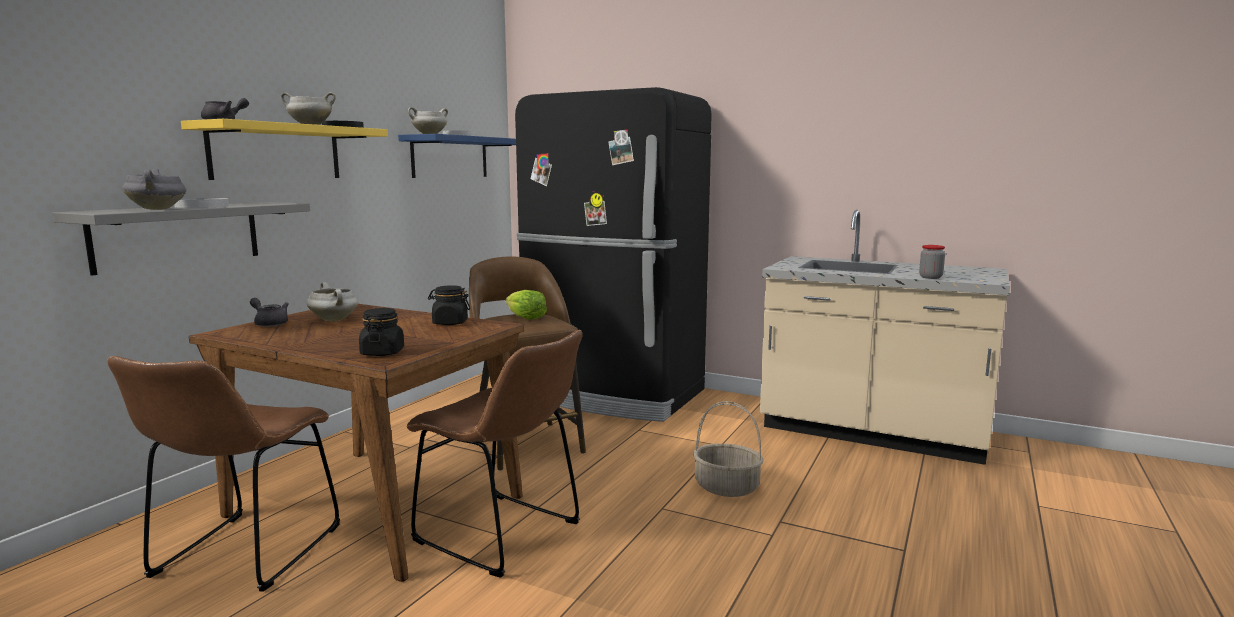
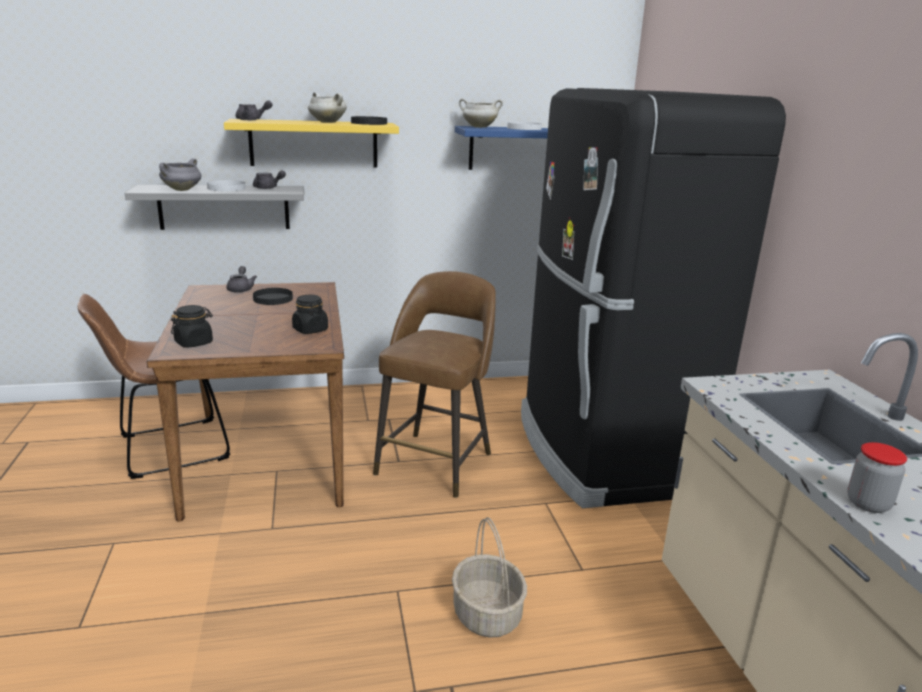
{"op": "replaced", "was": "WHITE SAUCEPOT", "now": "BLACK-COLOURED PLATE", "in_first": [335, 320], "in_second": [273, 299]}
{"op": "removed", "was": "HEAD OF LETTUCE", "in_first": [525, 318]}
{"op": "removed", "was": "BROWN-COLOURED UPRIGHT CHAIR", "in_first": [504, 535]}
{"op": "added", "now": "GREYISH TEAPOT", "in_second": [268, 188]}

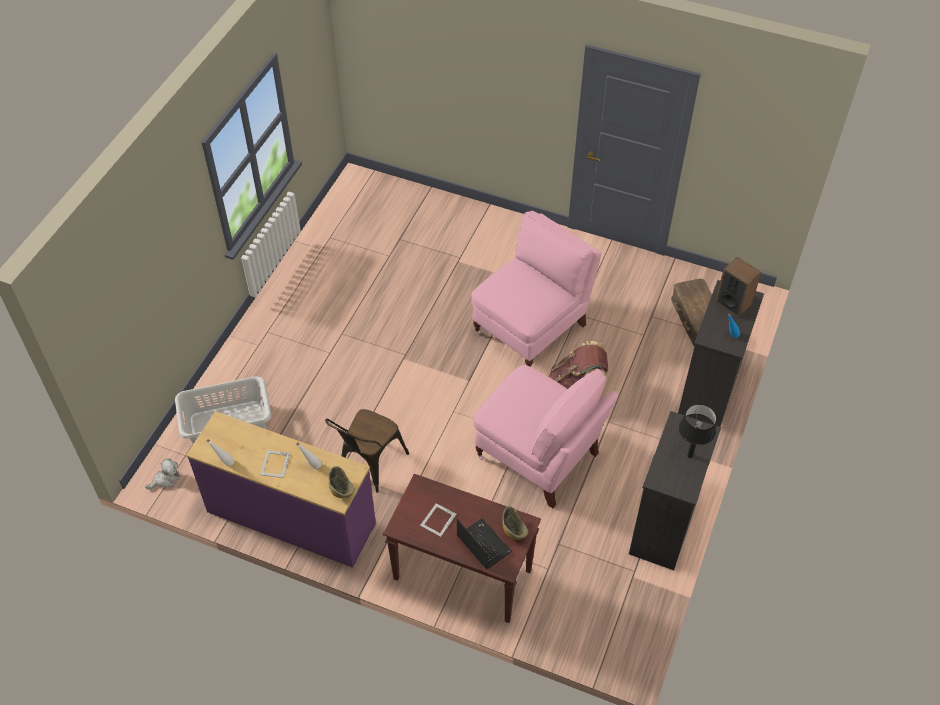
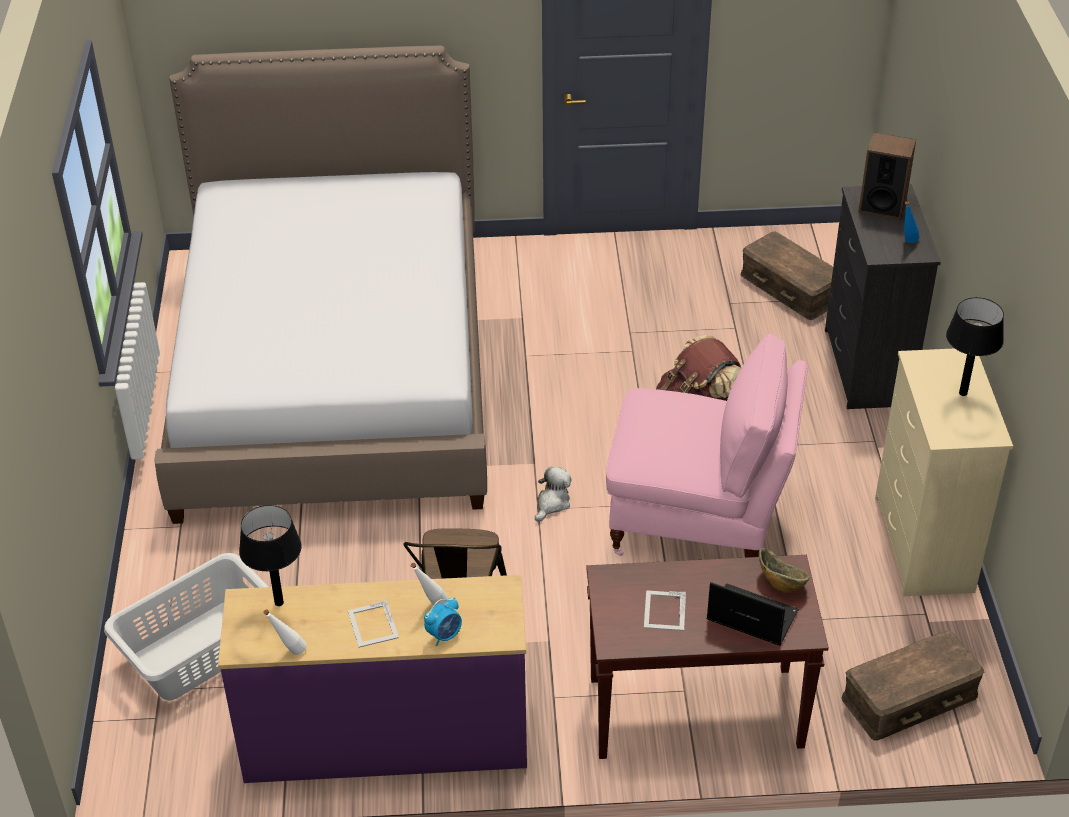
{"op": "removed", "was": "PINK-COLOURED UPRIGHT CHAIR", "in_first": [531, 328]}
{"op": "recoloured", "was": "BLACK-COLOURED DRAWER CHEST", "now": "BEIGE DRAWER CHEST", "in_first": [662, 526], "in_second": [923, 545]}
{"op": "moved", "was": "CUDDLY TOY", "in_first": [165, 479], "in_second": [552, 503]}
{"op": "removed", "was": "BOWL", "in_first": [341, 490]}
{"op": "added", "now": "SLEEPING BED", "in_second": [334, 372]}
{"op": "added", "now": "BLACK-COLOURED TABLE LAMP", "in_second": [279, 602]}
{"op": "added", "now": "ALARM CLOCK", "in_second": [444, 635]}
{"op": "added", "now": "BROWN-COLOURED STORAGE BIN", "in_second": [910, 698]}

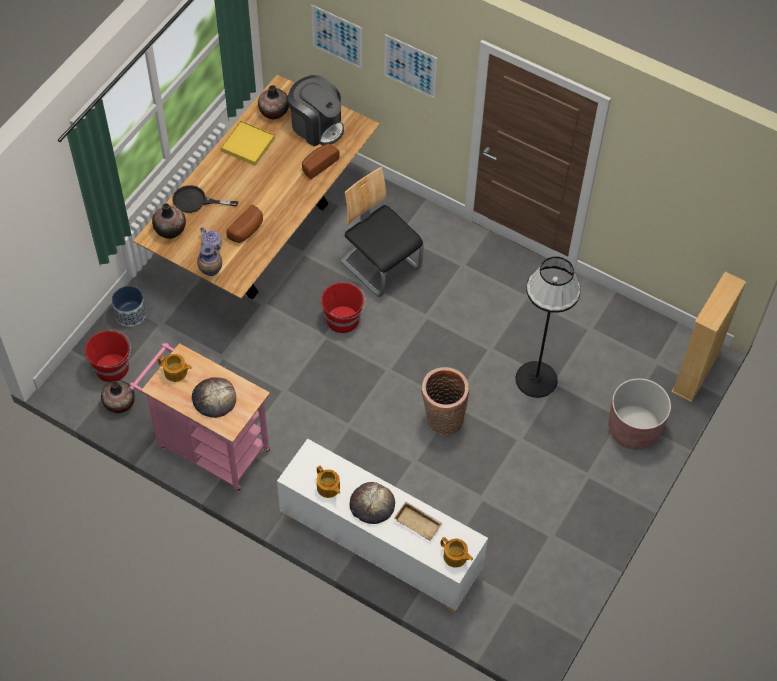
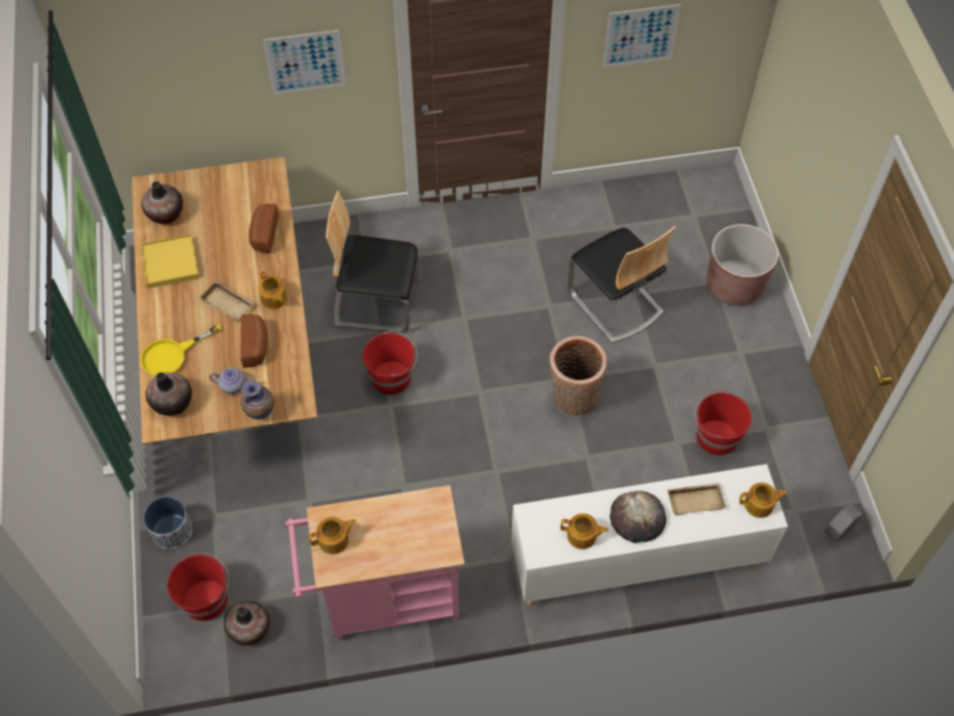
{"op": "moved", "was": "WALL ART", "in_first": [337, 36], "in_second": [640, 36]}
{"op": "removed", "was": "COFFEE MACHINE", "in_first": [317, 126]}
{"op": "recoloured", "was": "BLACK-COLOURED FRYING PAN", "now": "YELLOW FRYING PAN", "in_first": [196, 201], "in_second": [171, 355]}
{"op": "replaced", "was": "BLACK-COLOURED STANDARD LAMP", "now": "UPRIGHT CHAIR", "in_first": [536, 379], "in_second": [615, 303]}
{"op": "removed", "was": "BEIGE BOOKCASE", "in_first": [695, 373]}
{"op": "removed", "was": "BAKERY BREAD", "in_first": [214, 398]}
{"op": "added", "now": "TEAPOT", "in_second": [273, 299]}
{"op": "added", "now": "BEIGE SERVING TRAY", "in_second": [229, 303]}
{"op": "added", "now": "REDDISH BUCKET", "in_second": [715, 437]}
{"op": "added", "now": "GREYISH PLANTER", "in_second": [838, 531]}

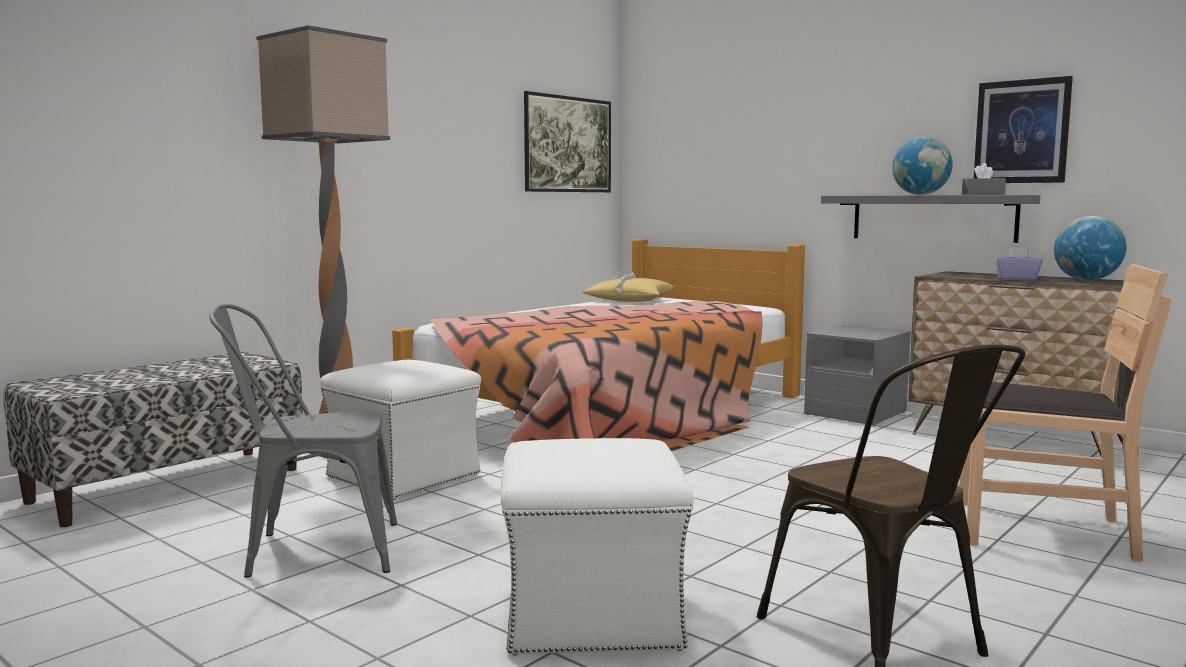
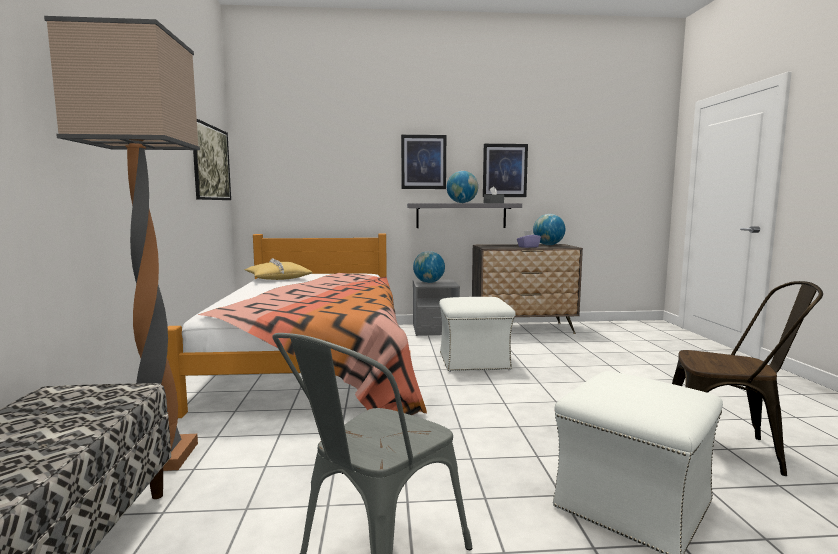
{"op": "removed", "was": "BROWN-COLOURED UPRIGHT CHAIR", "in_first": [1041, 530]}
{"op": "moved", "was": "WHITE POUFFE", "in_first": [405, 476], "in_second": [475, 361]}
{"op": "added", "now": "WALL ART", "in_second": [423, 162]}
{"op": "added", "now": "GLOBE", "in_second": [428, 282]}

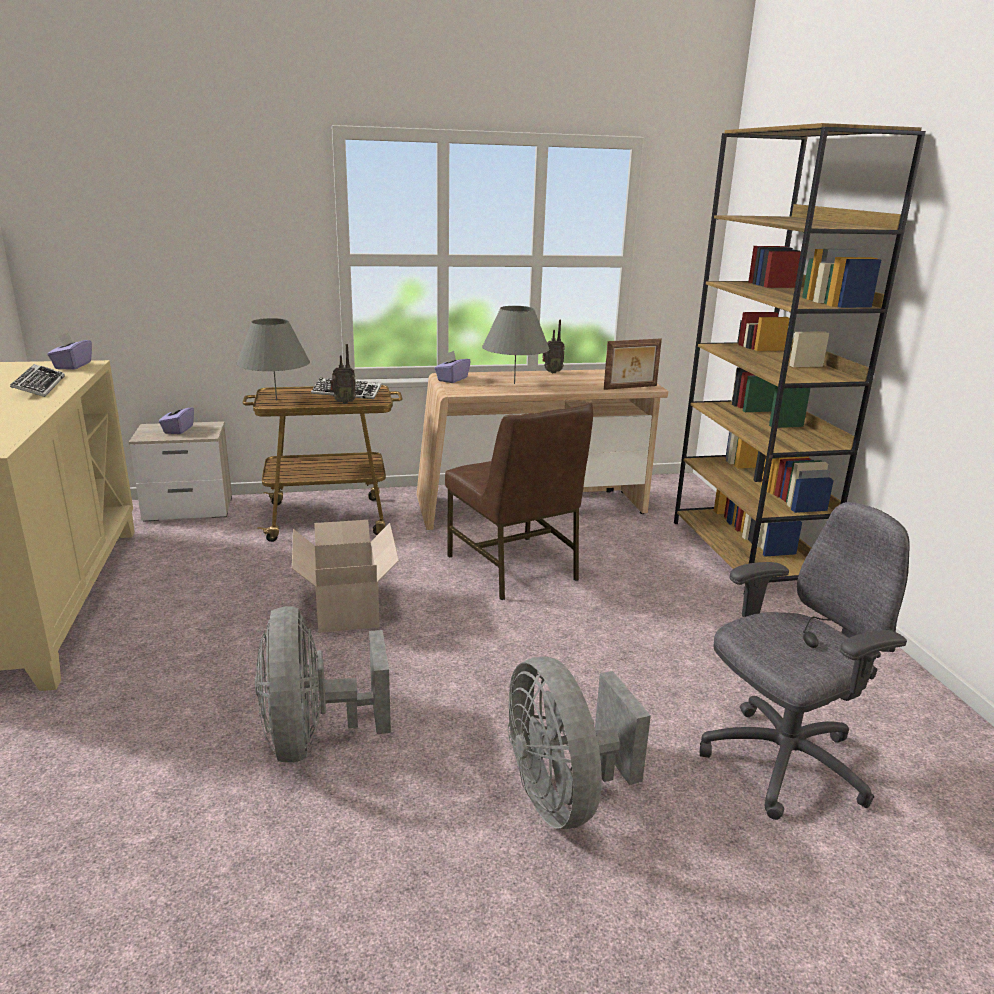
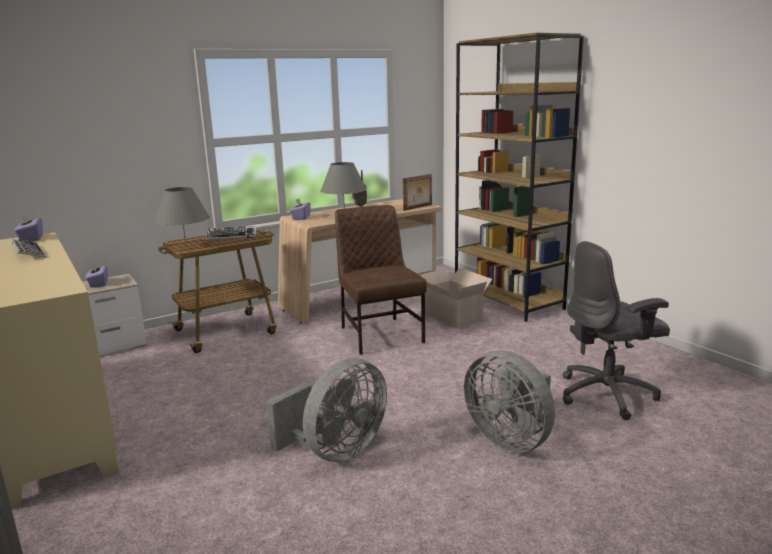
{"op": "removed", "was": "RADIO RECEIVER", "in_first": [343, 402]}
{"op": "turned", "was": "BROWN-COLOURED UPRIGHT CHAIR", "in_first": [514, 568], "in_second": [380, 334], "clockwise": -150}
{"op": "turned", "was": "GREYISH COMPUTER CHAIR", "in_first": [781, 764], "in_second": [607, 394], "clockwise": -150}
{"op": "moved", "was": "CARDBOARD BOX", "in_first": [347, 605], "in_second": [452, 316]}
{"op": "turned", "was": "GREYISH COOLING FAN", "in_first": [314, 738], "in_second": [337, 451], "clockwise": -105}

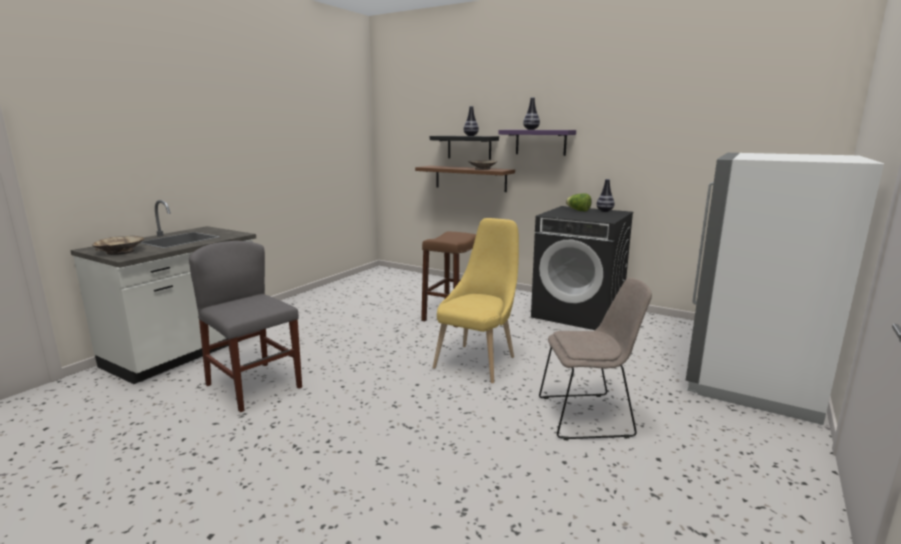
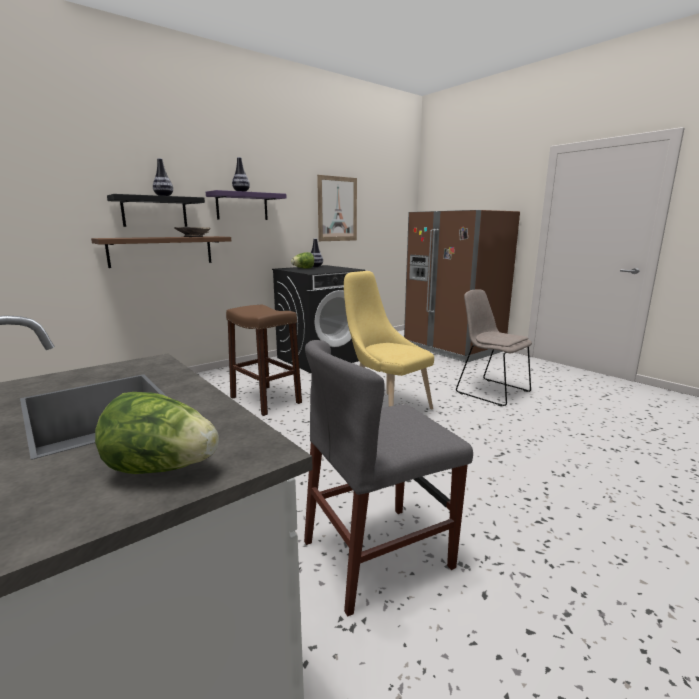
{"op": "recoloured", "was": "WHITE KITCHEN FRIDGE", "now": "BROWN-COLOURED KITCHEN FRIDGE", "in_first": [751, 379], "in_second": [453, 348]}
{"op": "replaced", "was": "BEIGE BOWL", "now": "HEAD OF LETTUCE", "in_first": [120, 251], "in_second": [162, 468]}
{"op": "turned", "was": "BEIGE UPRIGHT CHAIR", "in_first": [588, 416], "in_second": [490, 391], "clockwise": -60}
{"op": "added", "now": "WALL ART", "in_second": [337, 209]}

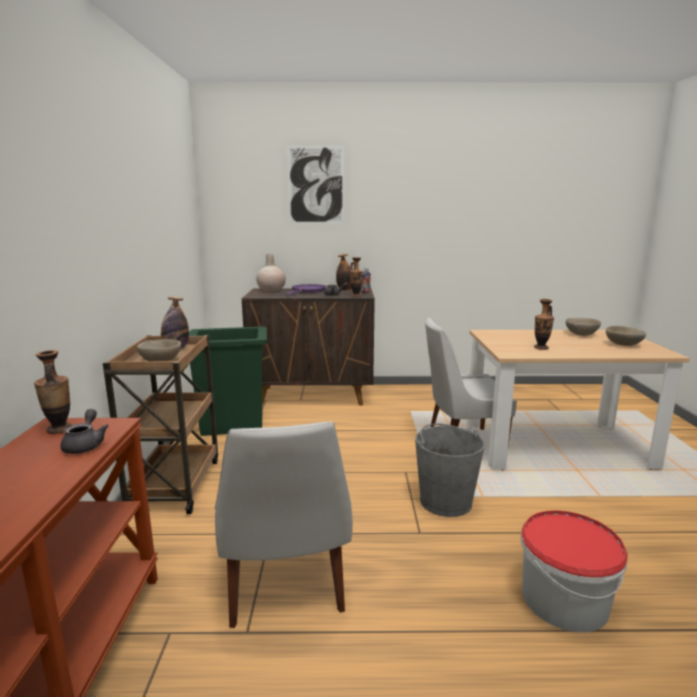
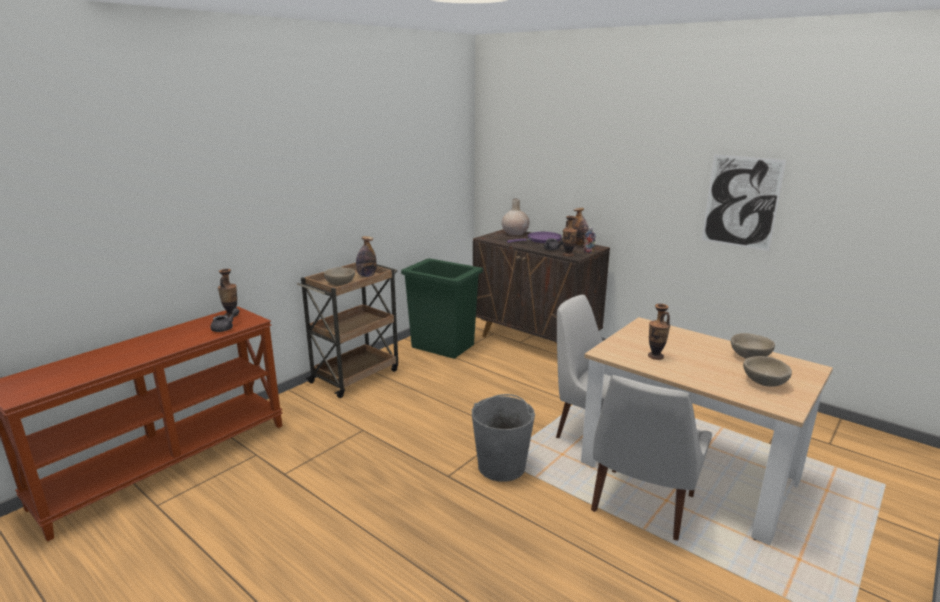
{"op": "moved", "was": "WALL ART", "in_first": [316, 185], "in_second": [741, 202]}
{"op": "moved", "was": "WHITE UPRIGHT CHAIR", "in_first": [285, 588], "in_second": [641, 505]}
{"op": "removed", "was": "BUCKET", "in_first": [563, 599]}

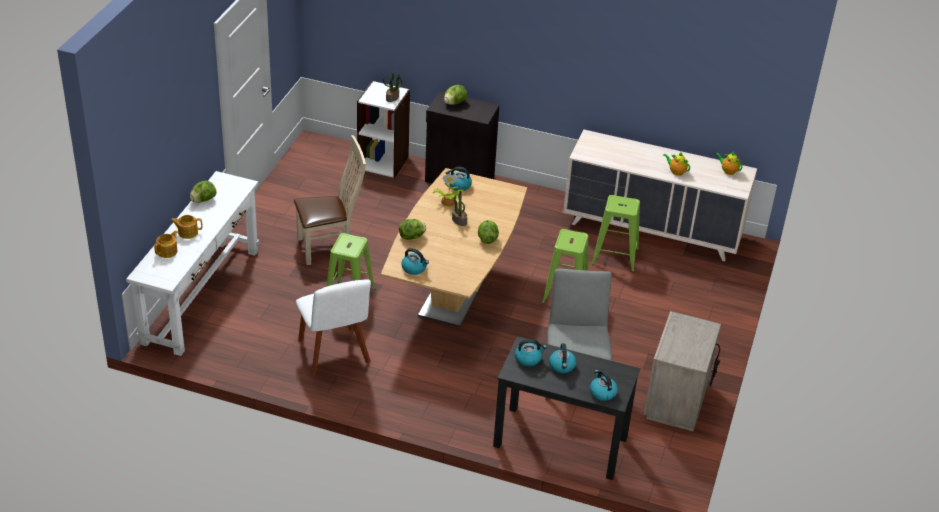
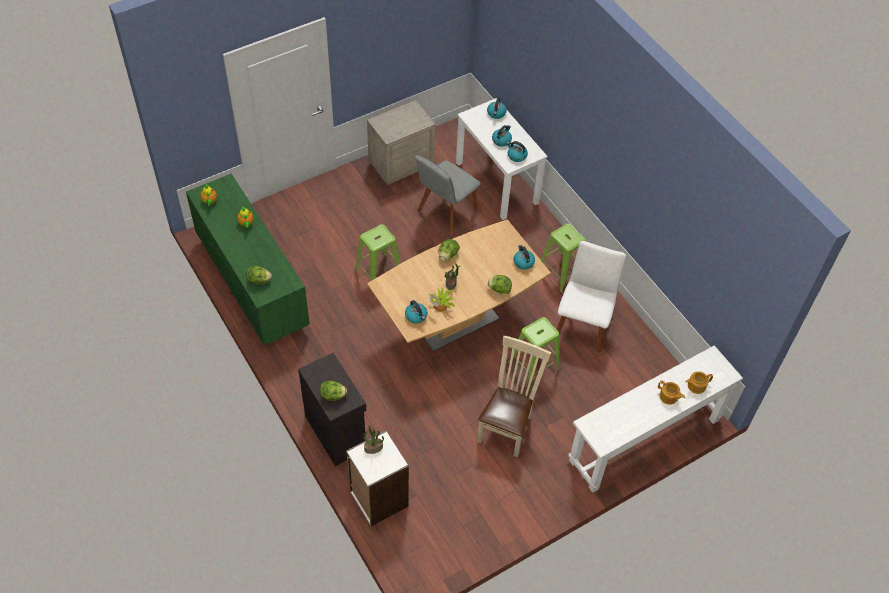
{"op": "recoloured", "was": "BEIGE DRAWER CHEST", "now": "GREEN DRAWER CHEST", "in_first": [652, 230], "in_second": [252, 284]}
{"op": "turned", "was": "BEIGE UPRIGHT CHAIR", "in_first": [330, 247], "in_second": [507, 426], "clockwise": 90}
{"op": "moved", "was": "HEAD OF LETTUCE", "in_first": [203, 200], "in_second": [259, 280]}
{"op": "moved", "was": "GREEN SITTING STOOL", "in_first": [615, 257], "in_second": [561, 272]}
{"op": "recoloured", "was": "BLACK-COLOURED DESK TABLE", "now": "WHITE DESK TABLE", "in_first": [560, 442], "in_second": [497, 183]}

